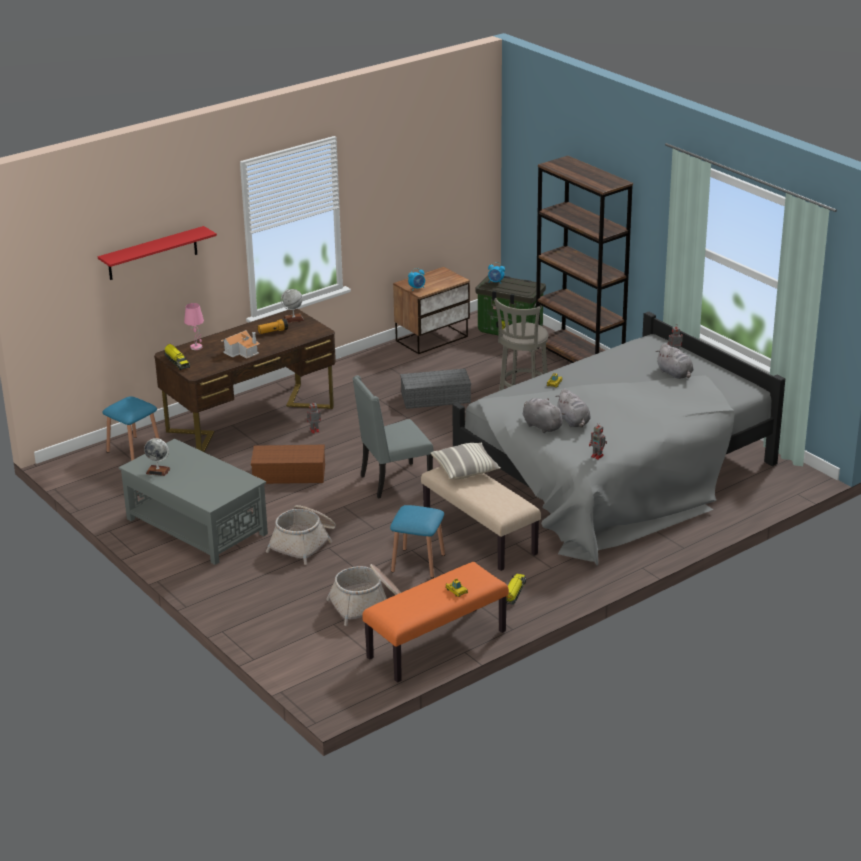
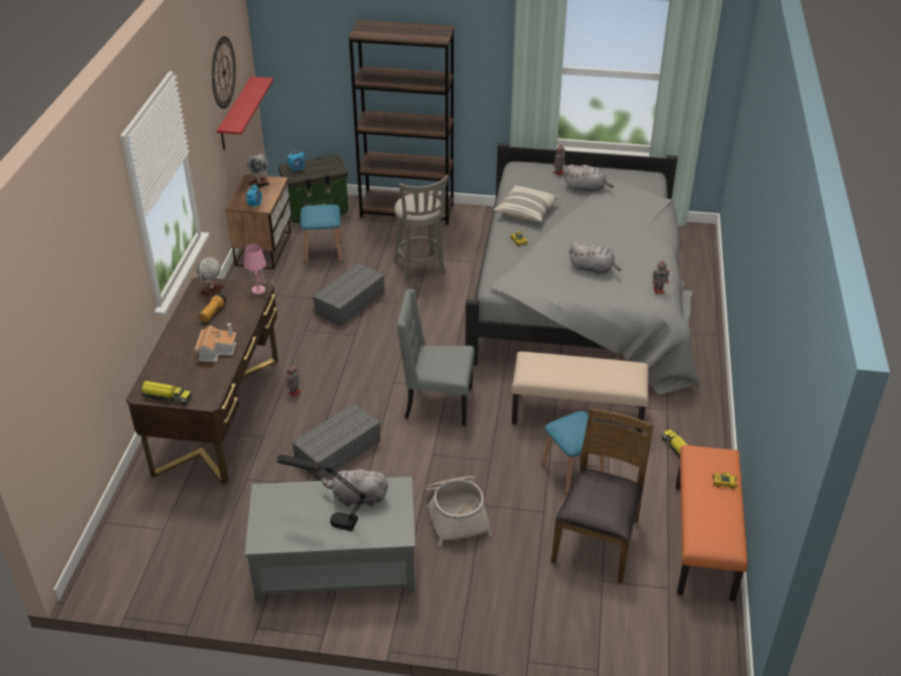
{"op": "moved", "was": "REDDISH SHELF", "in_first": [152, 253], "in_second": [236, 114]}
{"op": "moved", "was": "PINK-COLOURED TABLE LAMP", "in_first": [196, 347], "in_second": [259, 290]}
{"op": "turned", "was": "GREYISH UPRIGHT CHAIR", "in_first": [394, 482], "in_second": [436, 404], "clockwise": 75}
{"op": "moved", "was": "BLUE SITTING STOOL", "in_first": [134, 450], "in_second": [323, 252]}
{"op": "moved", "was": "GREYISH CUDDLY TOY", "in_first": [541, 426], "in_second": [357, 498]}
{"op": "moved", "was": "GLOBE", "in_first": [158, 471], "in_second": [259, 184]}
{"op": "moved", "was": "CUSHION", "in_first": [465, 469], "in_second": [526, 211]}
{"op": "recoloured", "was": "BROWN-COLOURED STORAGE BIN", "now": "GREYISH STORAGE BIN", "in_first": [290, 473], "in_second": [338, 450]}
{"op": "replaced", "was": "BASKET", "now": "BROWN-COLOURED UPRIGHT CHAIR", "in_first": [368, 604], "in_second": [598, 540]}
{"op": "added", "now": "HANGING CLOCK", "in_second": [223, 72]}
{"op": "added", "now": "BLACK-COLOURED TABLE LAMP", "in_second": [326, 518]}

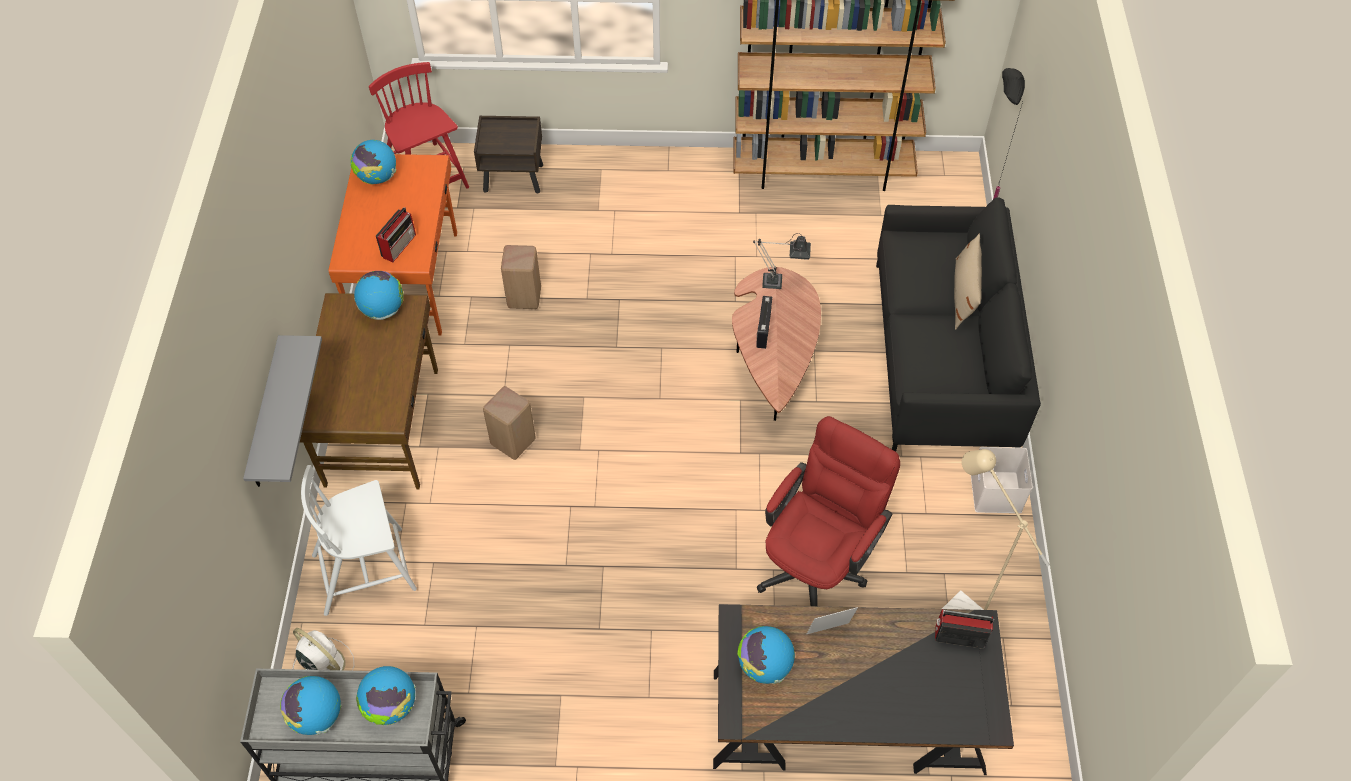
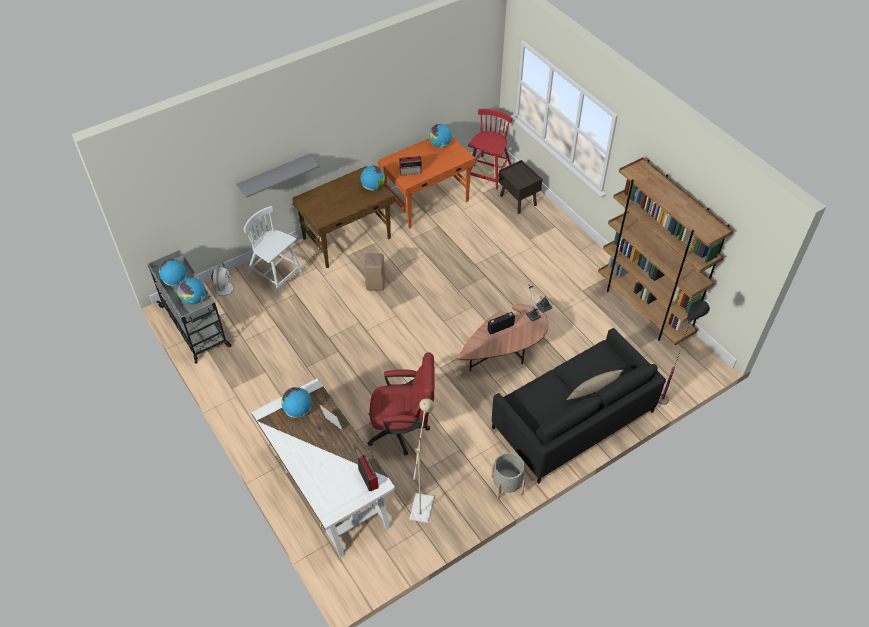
{"op": "removed", "was": "BEIGE SITTING STOOL", "in_first": [525, 298]}
{"op": "replaced", "was": "WHITE STORAGE BIN", "now": "GREYISH PLANTER", "in_first": [997, 493], "in_second": [506, 485]}
{"op": "recoloured", "was": "BLACK-COLOURED DESK TABLE", "now": "WHITE DESK TABLE", "in_first": [846, 722], "in_second": [327, 485]}

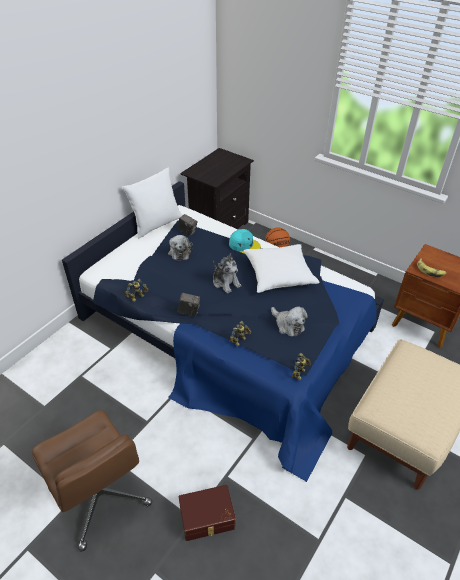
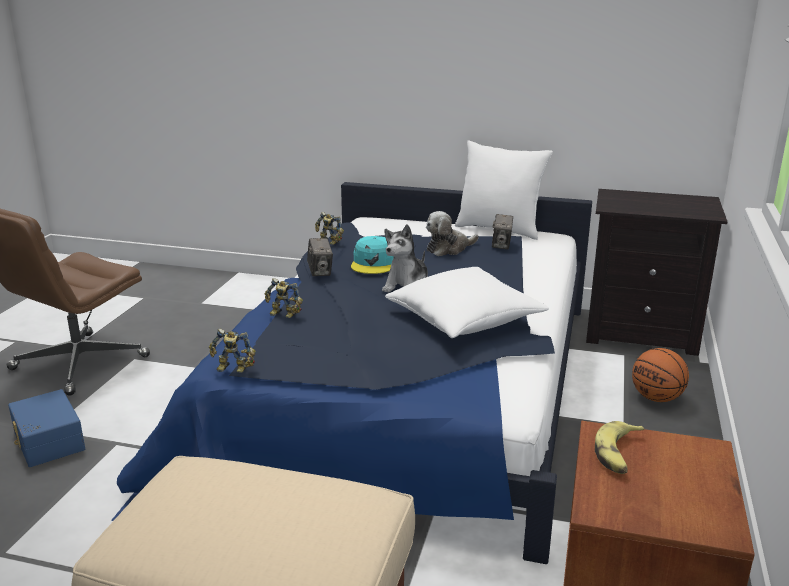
{"op": "moved", "was": "TURQUOISE-COLOURED CAP", "in_first": [244, 245], "in_second": [374, 263]}
{"op": "removed", "was": "CUDDLY TOY", "in_first": [288, 325]}
{"op": "recoloured", "was": "BROWN-COLOURED STORAGE BIN", "now": "BLUE STORAGE BIN", "in_first": [207, 518], "in_second": [47, 441]}

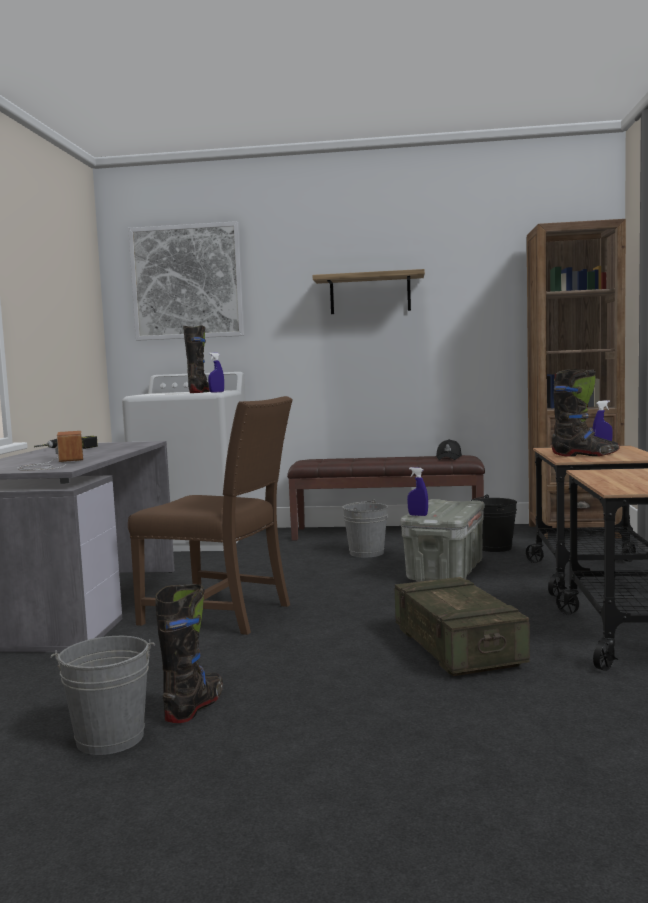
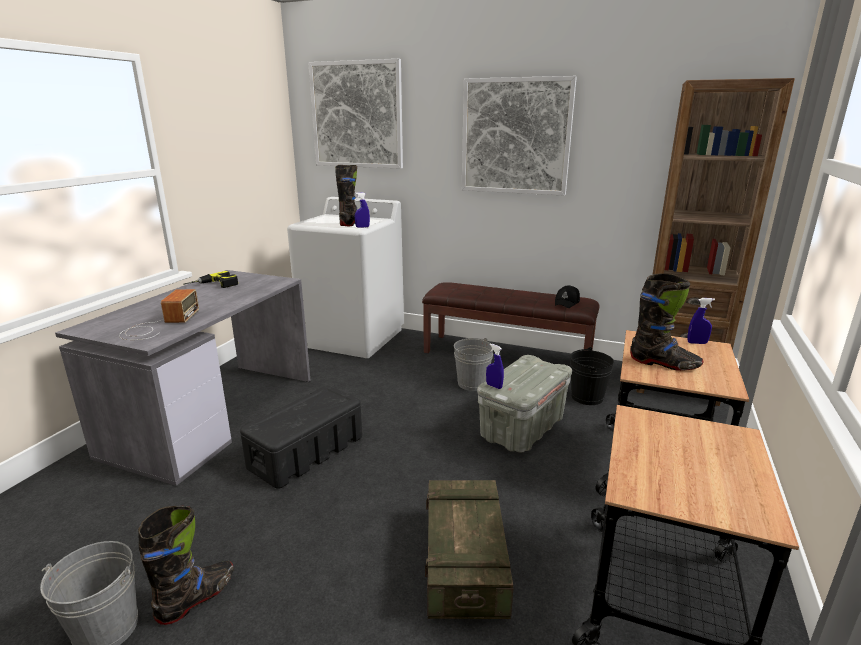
{"op": "replaced", "was": "SHELF", "now": "WALL ART", "in_first": [370, 294], "in_second": [515, 137]}
{"op": "replaced", "was": "BROWN-COLOURED UPRIGHT CHAIR", "now": "BLACK-COLOURED STORAGE BIN", "in_first": [221, 613], "in_second": [306, 452]}

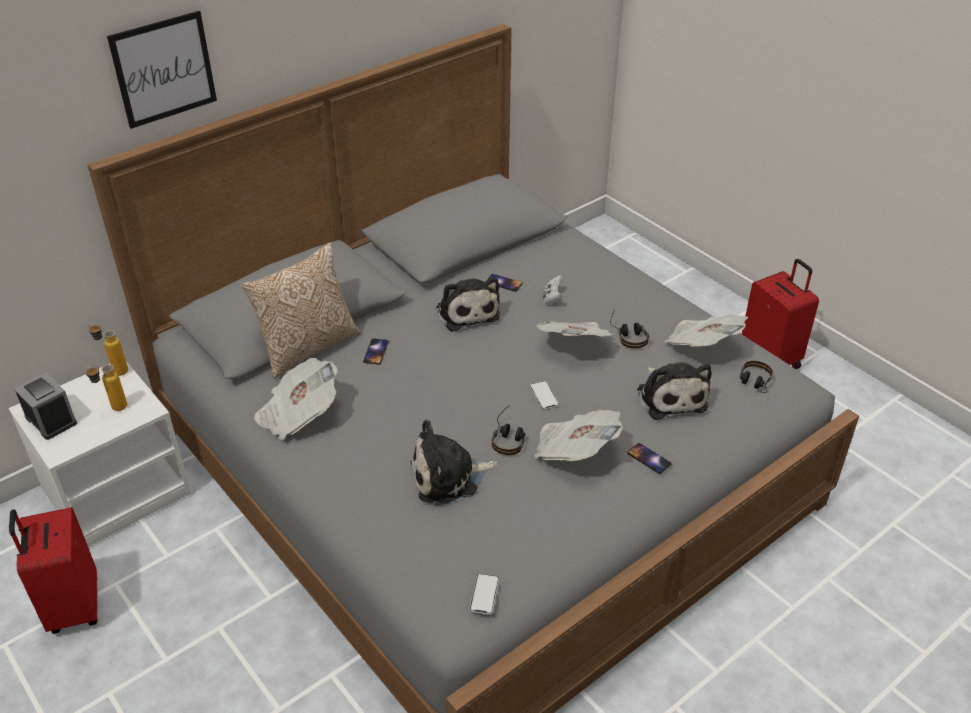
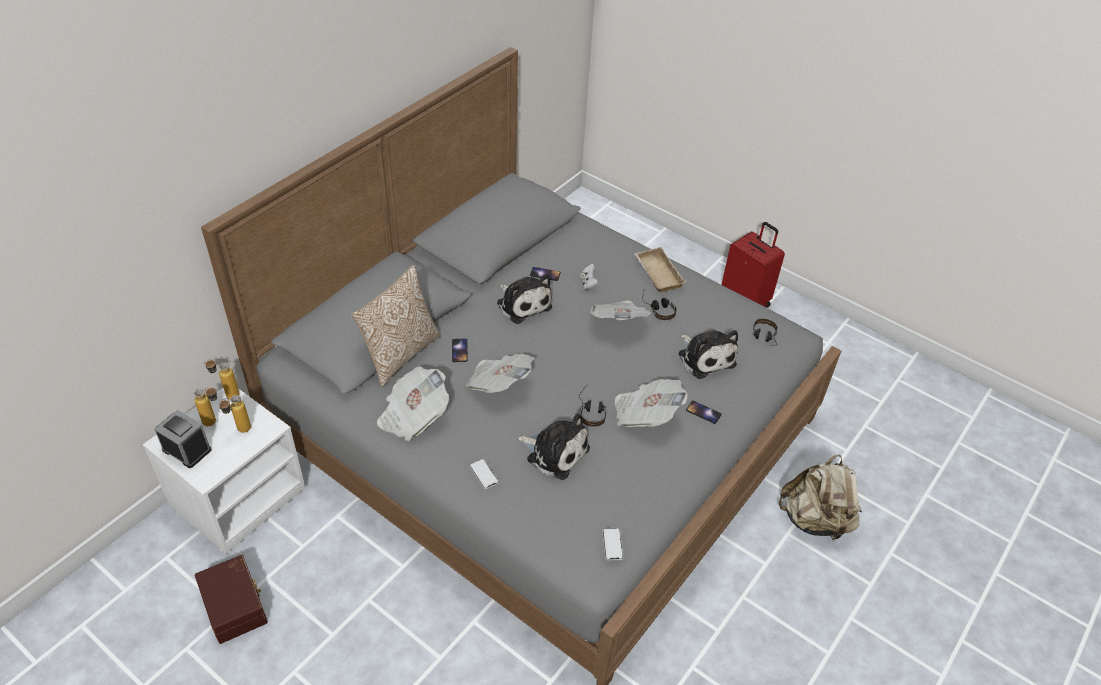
{"op": "removed", "was": "WALL ART", "in_first": [164, 69]}
{"op": "moved", "was": "NEWSPAPER", "in_first": [702, 345], "in_second": [499, 384]}
{"op": "moved", "was": "TELEPHONE", "in_first": [544, 396], "in_second": [483, 474]}
{"op": "turned", "was": "CUDDLY TOY", "in_first": [448, 477], "in_second": [555, 452], "clockwise": -120}
{"op": "replaced", "was": "REDDISH PIECE OF LUGGAGE", "now": "BROWN-COLOURED STORAGE BIN", "in_first": [73, 607], "in_second": [236, 605]}
{"op": "added", "now": "BEIGE SERVING TRAY", "in_second": [656, 273]}
{"op": "added", "now": "BEVERAGE BOTTLE", "in_second": [214, 422]}
{"op": "added", "now": "BEIGE BACKPACK", "in_second": [815, 520]}

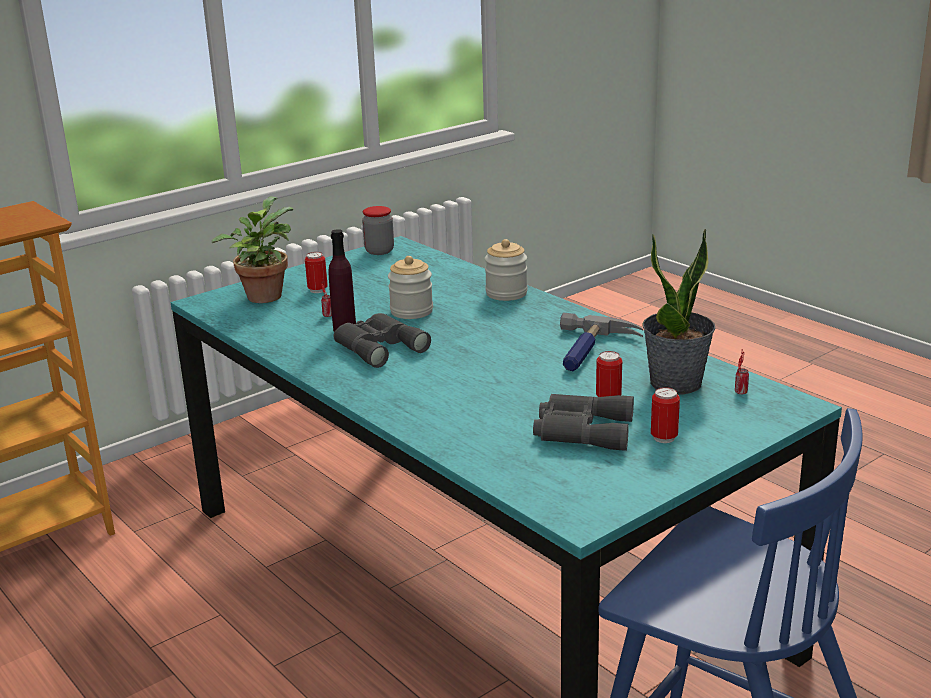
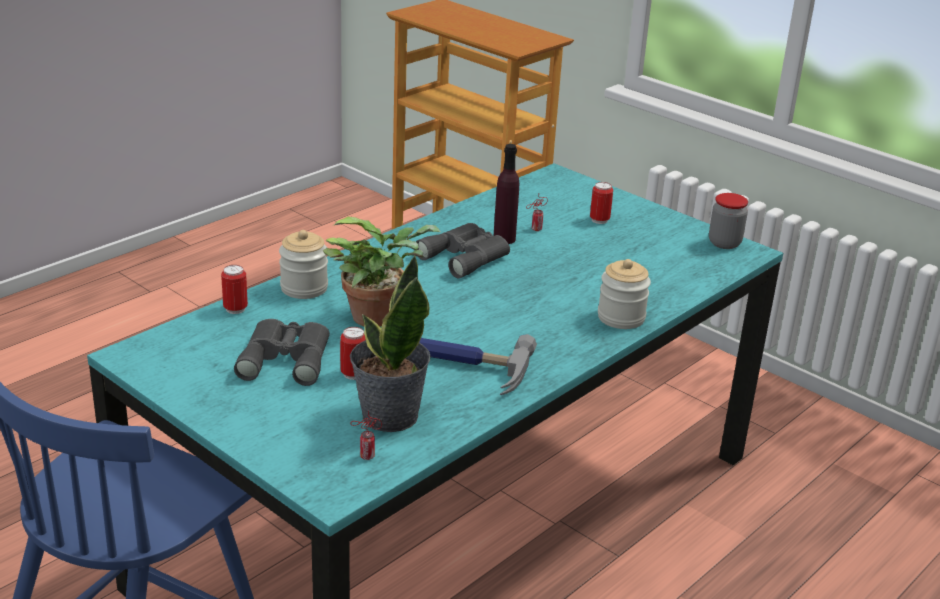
{"op": "moved", "was": "PLANT IN A POT", "in_first": [264, 295], "in_second": [378, 316]}
{"op": "moved", "was": "JAR", "in_first": [411, 311], "in_second": [304, 288]}
{"op": "moved", "was": "CAN", "in_first": [664, 438], "in_second": [235, 309]}

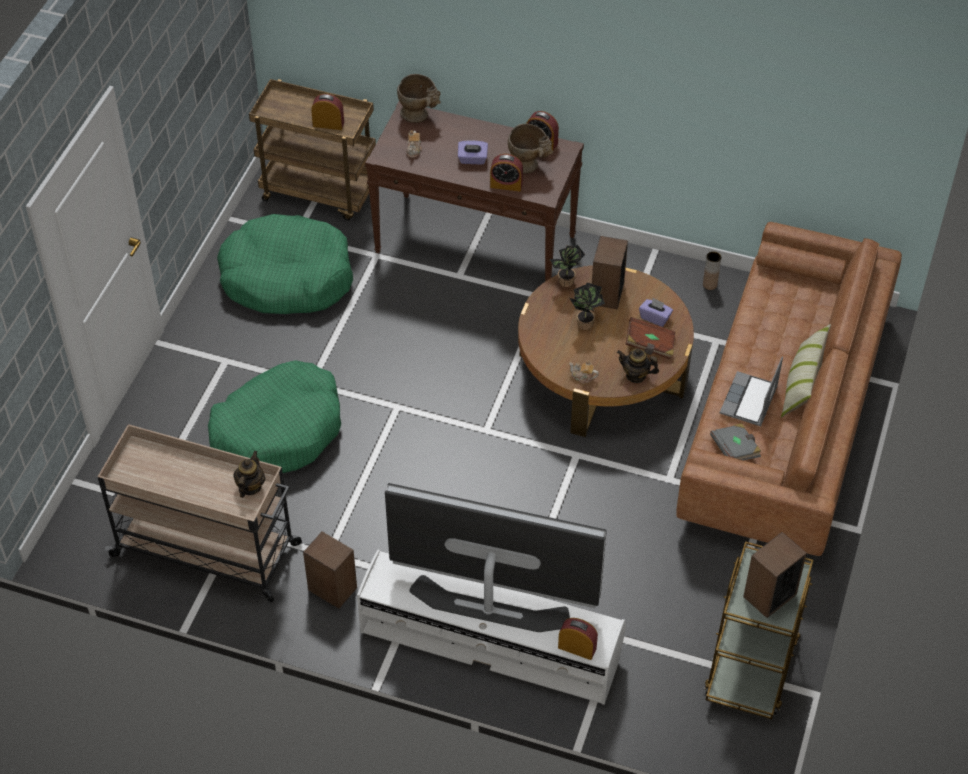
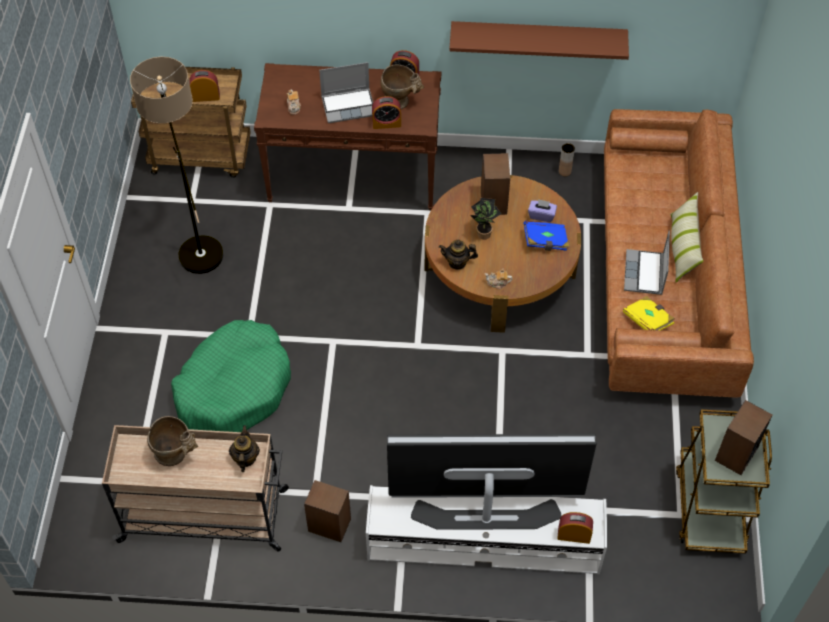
{"op": "moved", "was": "BEIGE VASE", "in_first": [419, 115], "in_second": [176, 454]}
{"op": "replaced", "was": "PURPLE-COLOURED BOX OF TISSUES", "now": "LAPTOP", "in_first": [472, 159], "in_second": [349, 106]}
{"op": "replaced", "was": "GREEN DOG CUSHION", "now": "STANDARD LAMP", "in_first": [287, 277], "in_second": [196, 242]}
{"op": "removed", "was": "PLANT IN A POT", "in_first": [566, 283]}
{"op": "recoloured", "was": "BROWN-COLOURED BOOK", "now": "BLUE BOOK", "in_first": [650, 345], "in_second": [545, 242]}
{"op": "moved", "was": "TEAPOT", "in_first": [636, 375], "in_second": [457, 262]}
{"op": "recoloured", "was": "GREYISH BOOK", "now": "YELLOW BOOK", "in_first": [735, 450], "in_second": [647, 320]}
{"op": "added", "now": "BROWN-COLOURED SHELF", "in_second": [538, 37]}

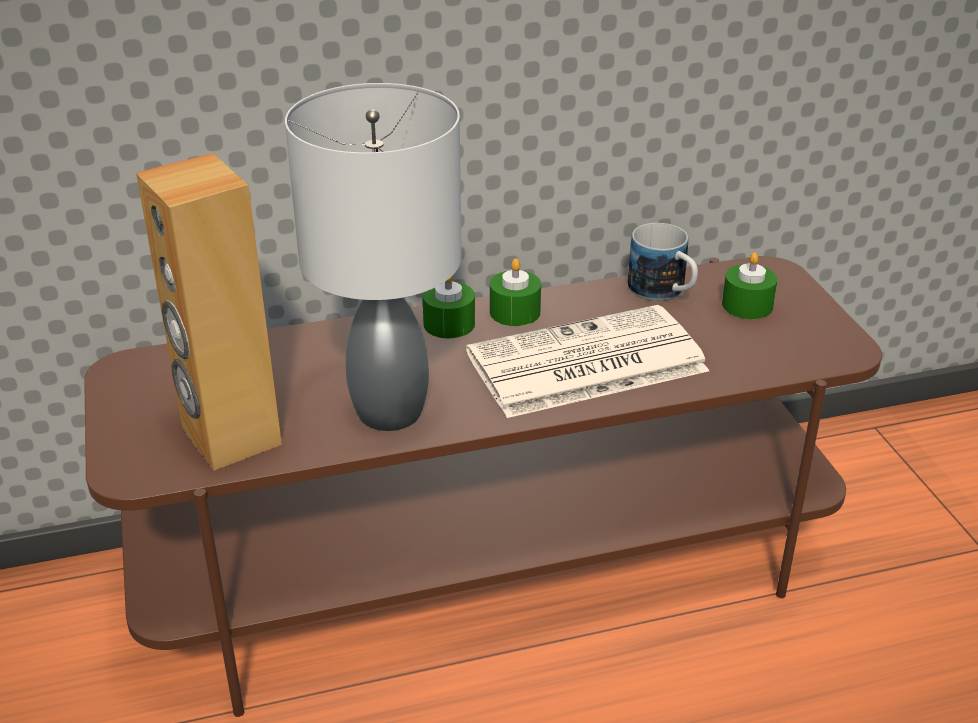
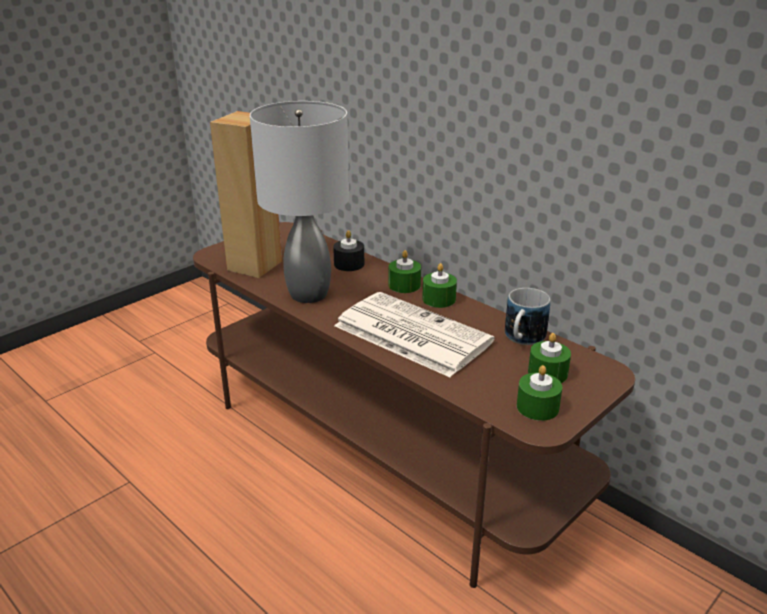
{"op": "added", "now": "BLACK-COLOURED WAX LIGHT", "in_second": [349, 264]}
{"op": "added", "now": "GREEN WAX LIGHT", "in_second": [537, 407]}

